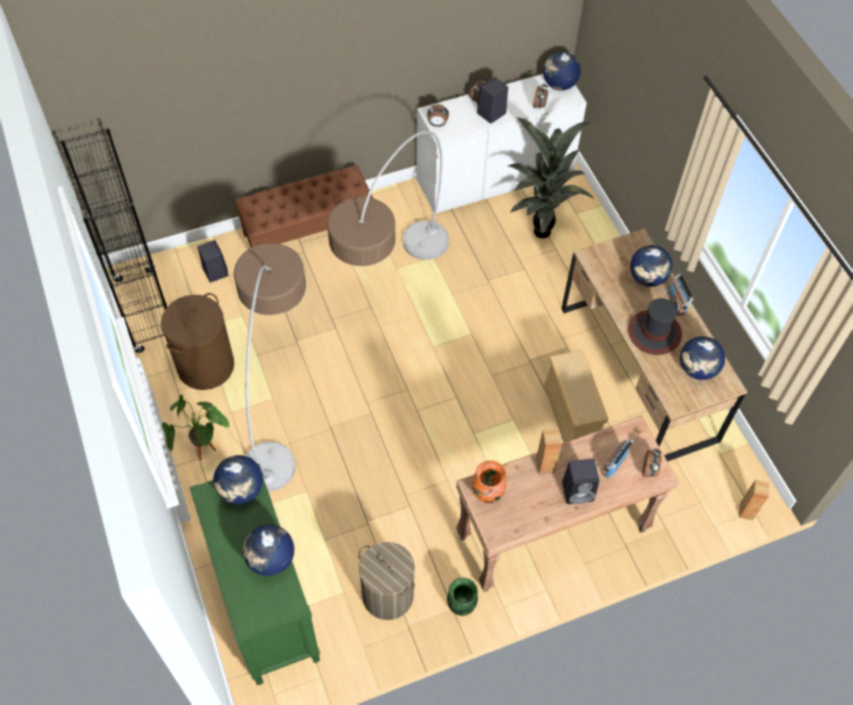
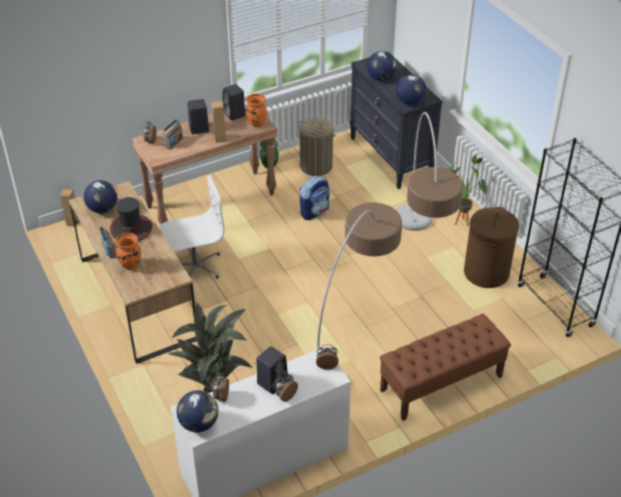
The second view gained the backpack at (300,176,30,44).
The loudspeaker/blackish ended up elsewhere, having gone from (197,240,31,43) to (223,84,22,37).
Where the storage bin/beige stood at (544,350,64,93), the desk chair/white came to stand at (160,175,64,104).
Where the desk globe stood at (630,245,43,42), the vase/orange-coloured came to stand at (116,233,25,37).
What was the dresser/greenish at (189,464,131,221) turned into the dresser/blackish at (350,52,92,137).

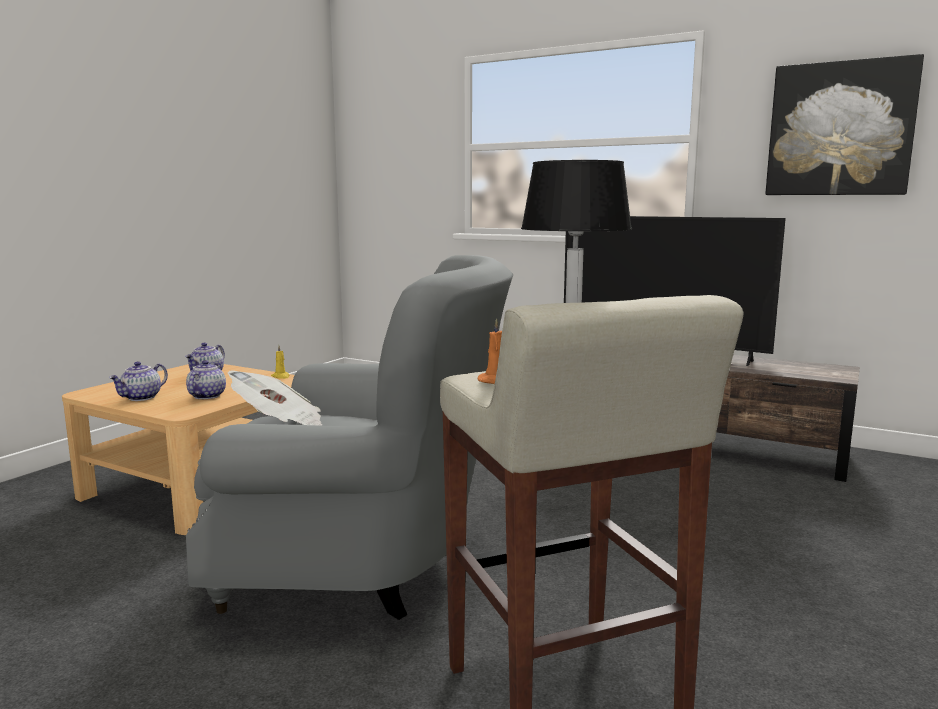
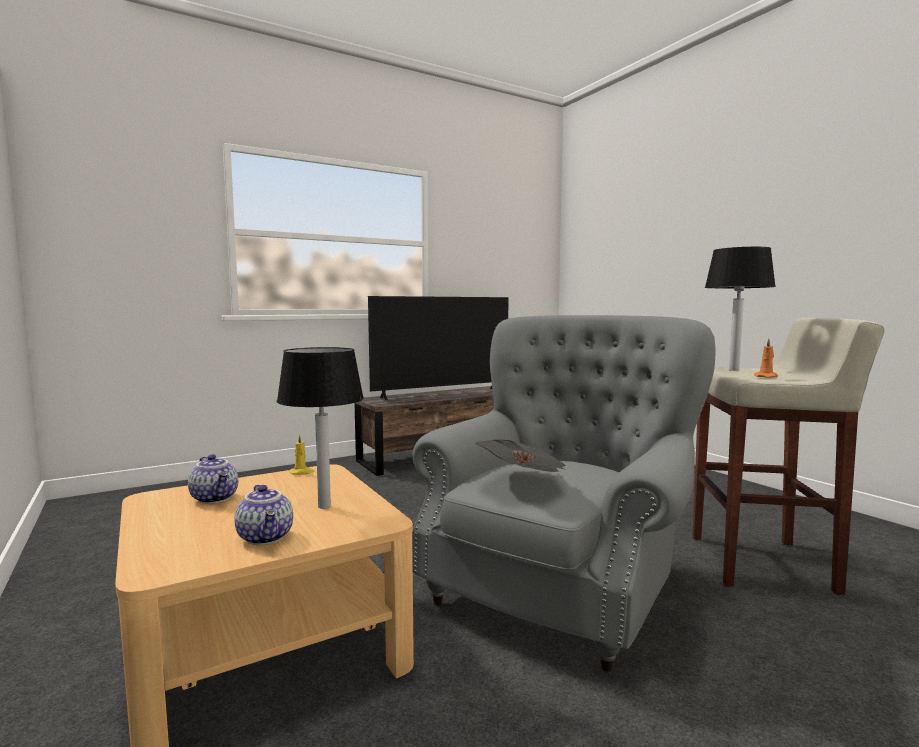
The second view lost the wall picture at (765,54,159,141).
Where the pot for tea stood at (186,360,40,39), the tabletop lamp came to stand at (277,347,87,162).

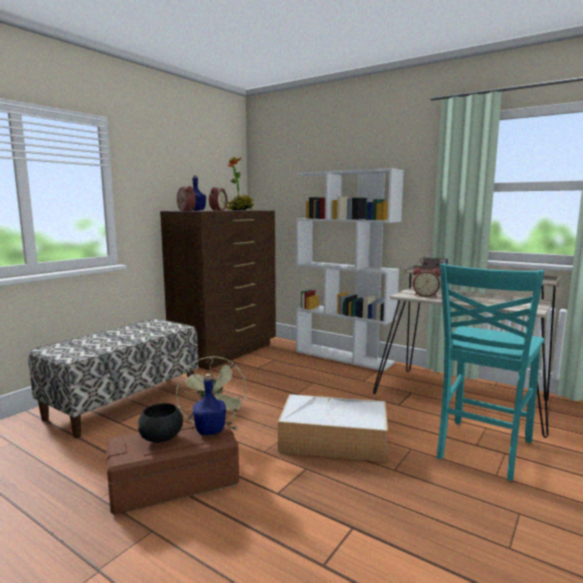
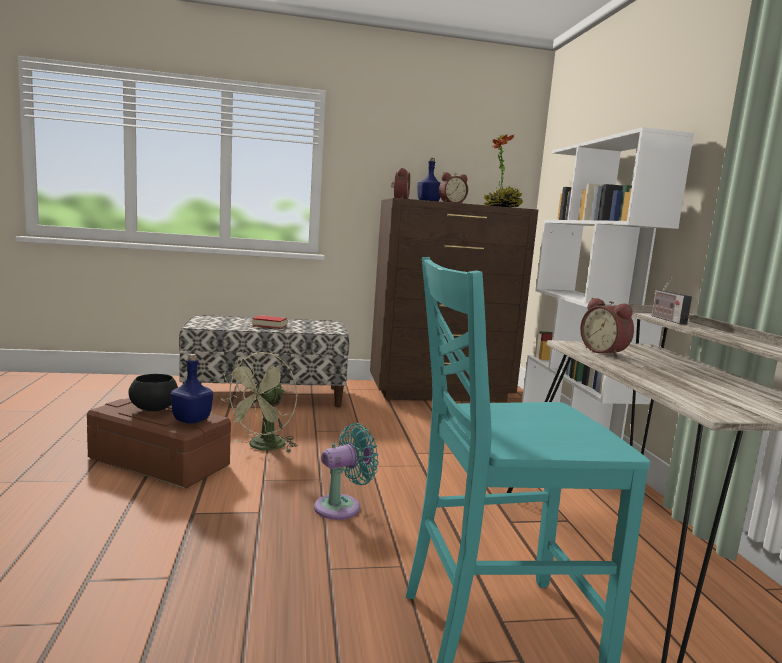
The second view gained the book at (252,315,35,14).
Where the storage bin stood at (278,394,110,68), the cooling fan/blue-green came to stand at (314,423,65,97).

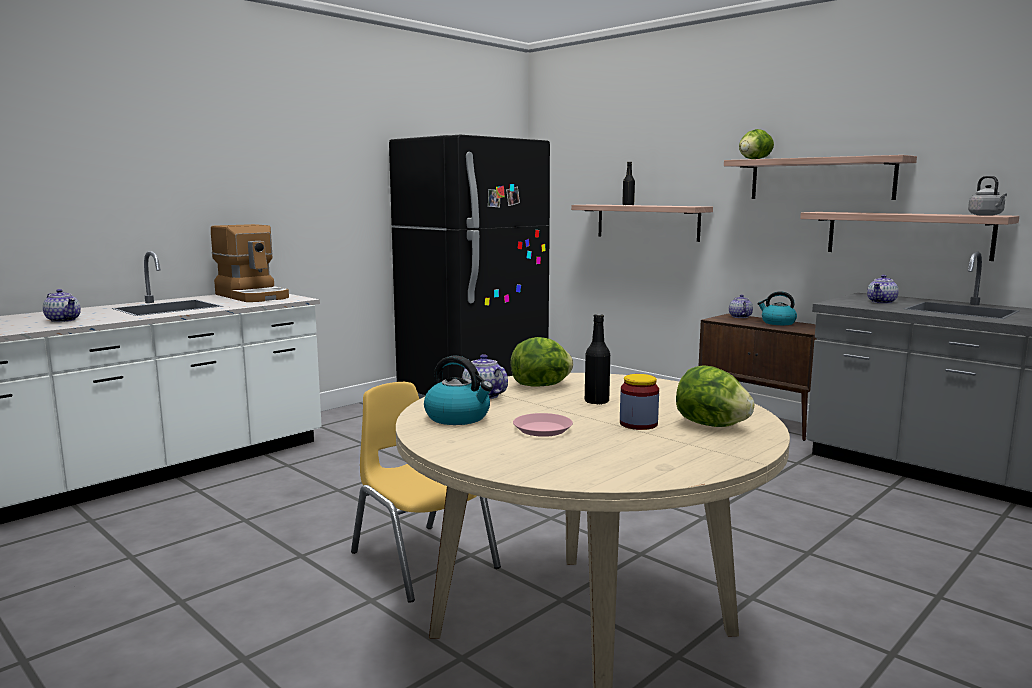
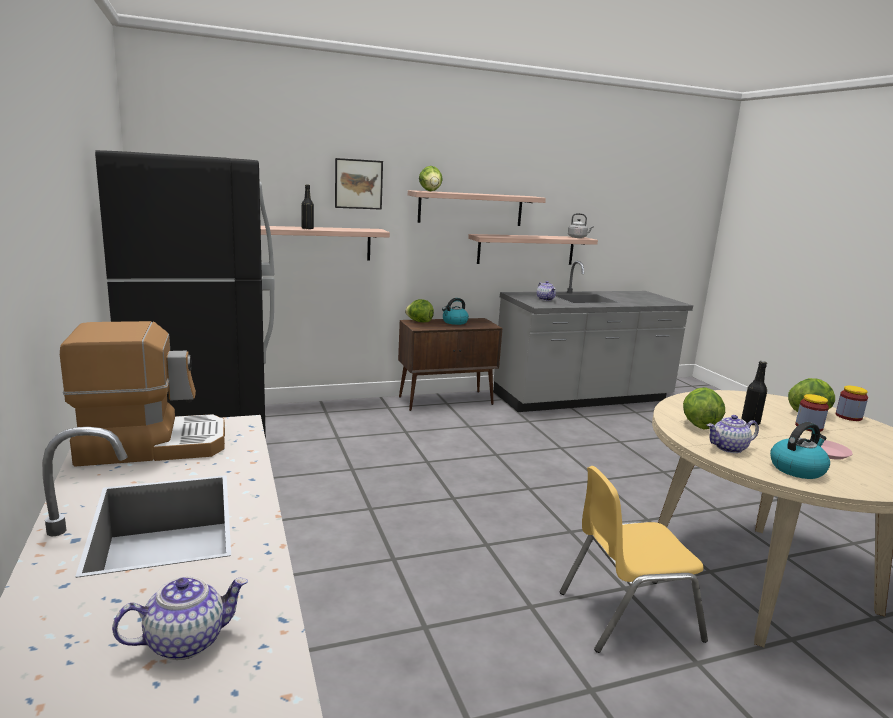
The second view gained the wall picture at (335,158,48,52).
The second view gained the storage jar at (835,386,33,35).
Where the pot for tea stood at (729,294,24,24), the lettuce came to stand at (405,299,29,23).

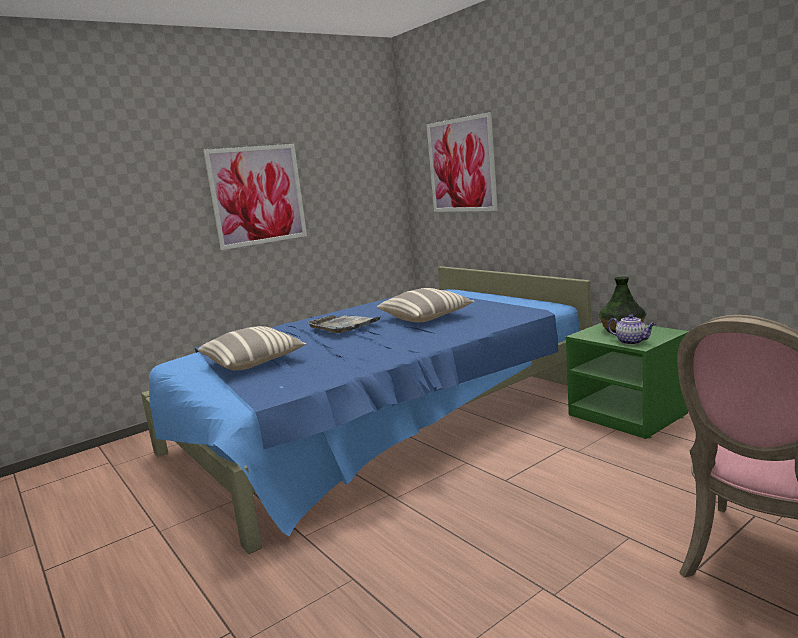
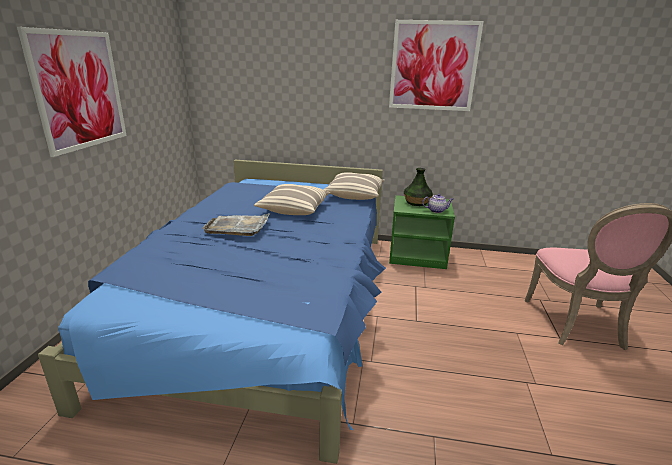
The pillow ended up elsewhere, having gone from (198,326,109,44) to (323,172,61,28).
The wall picture ended up elsewhere, having gone from (426,112,72,100) to (389,20,95,91).

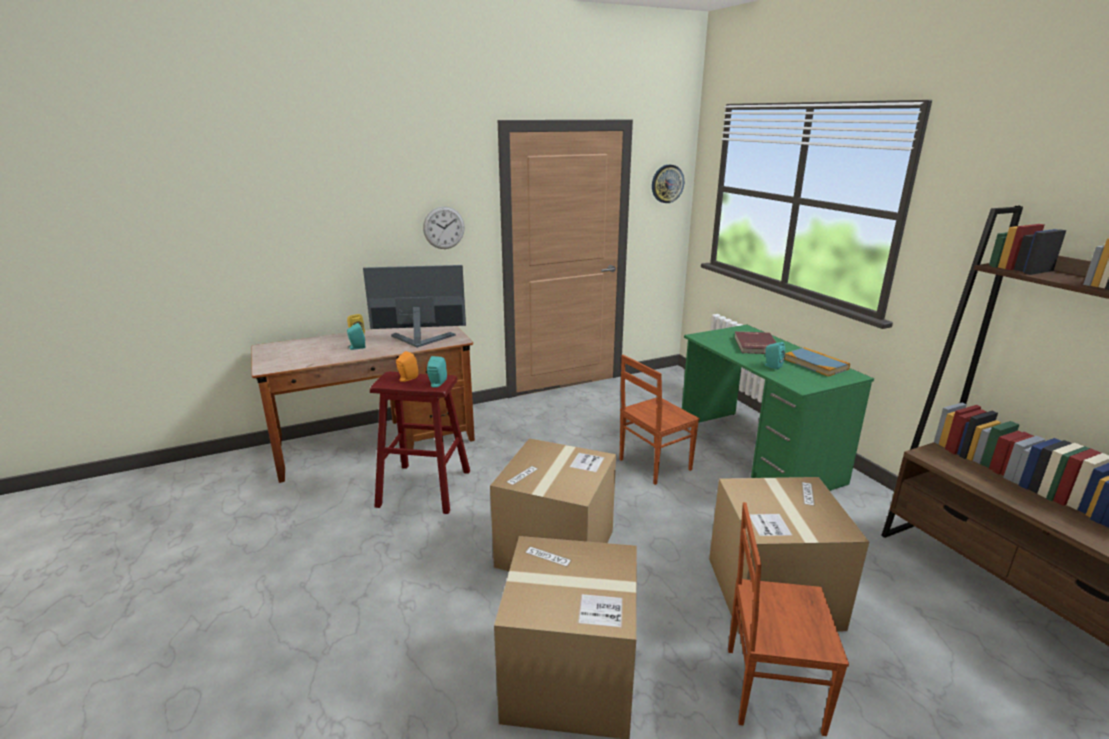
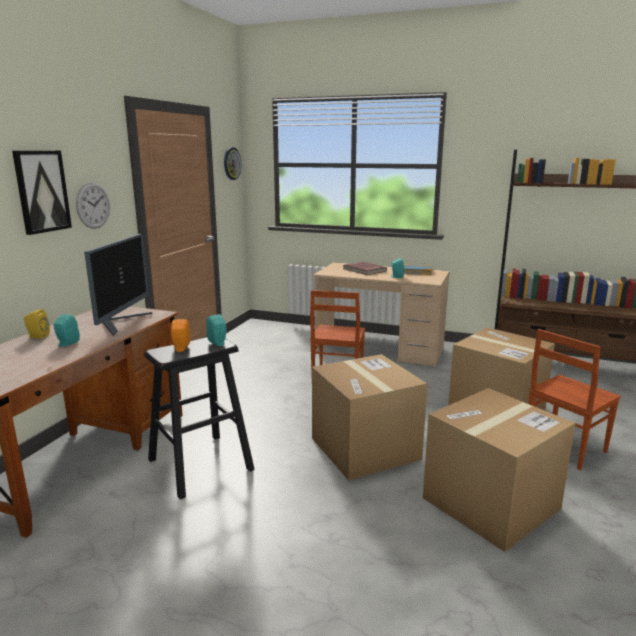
The second view gained the wall picture at (12,151,60,84).
What was the sitting stool/red-coloured at (370,372,100,142) turned into the sitting stool/blackish at (144,337,111,162).
What was the desk/greenish at (682,325,192,166) turned into the desk/beige at (313,262,137,106).
The computer display at (363,265,103,83) ended up facing another way, 150 degrees clockwise from before.

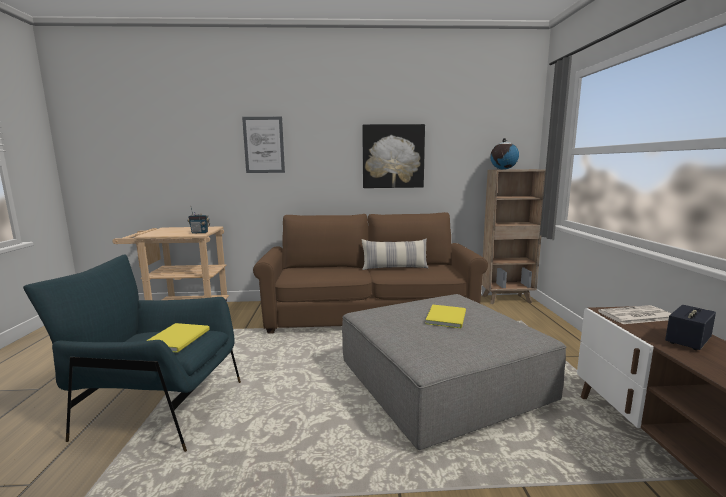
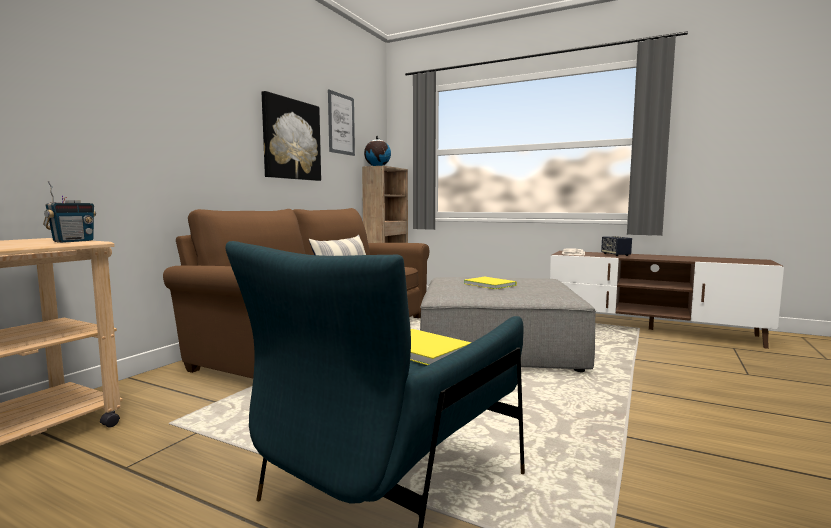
The wall picture ended up elsewhere, having gone from (242,117,43,56) to (328,90,27,66).

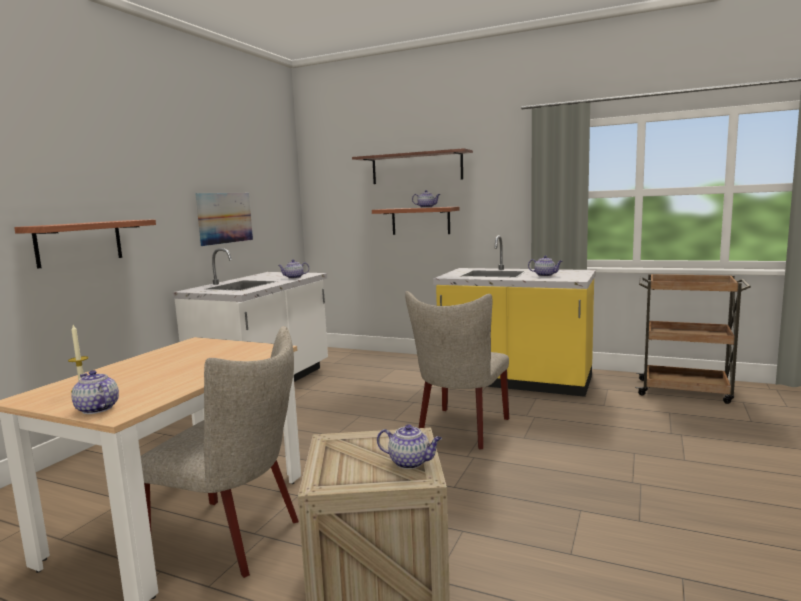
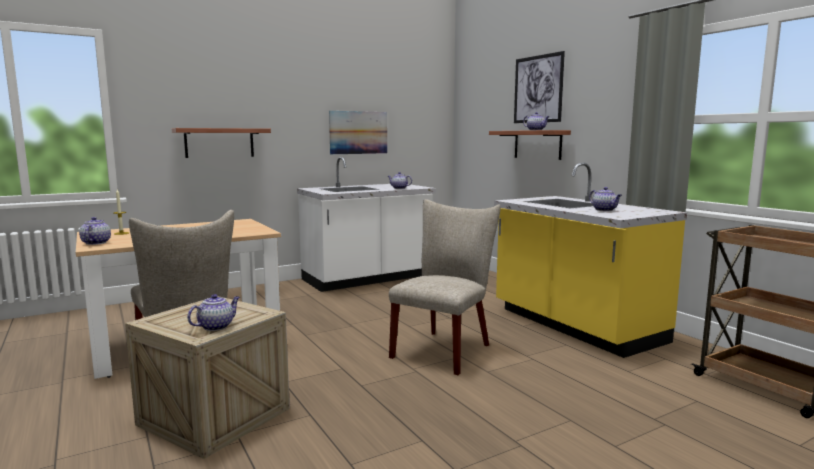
Where the bracket shelf hung at (352,148,121,36), the wall picture came to hang at (514,51,51,72).
The pot for tea at (377,424,65,45) ended up facing another way, 105 degrees counterclockwise from before.
The chair/beige at (405,291,104,159) ended up facing another way, 150 degrees clockwise from before.

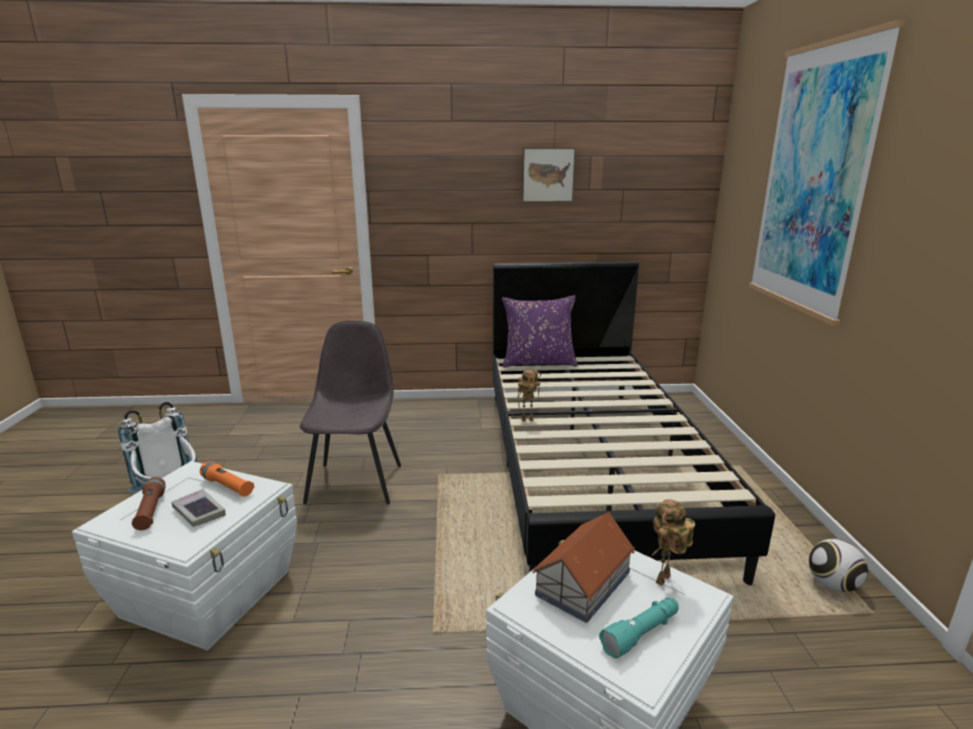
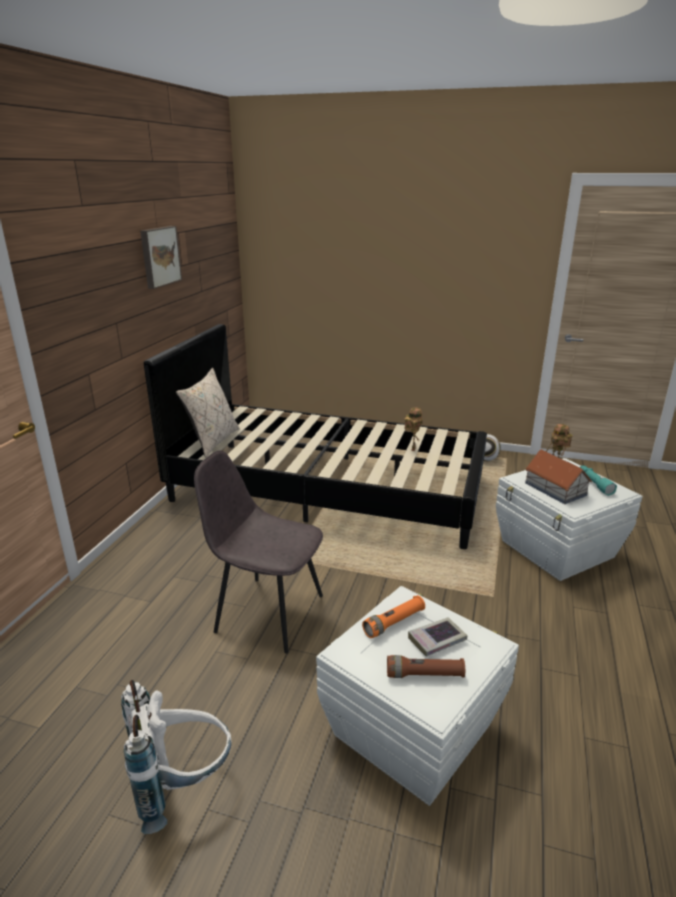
The second view lost the wall picture at (749,20,156,306).
The model robot ended up elsewhere, having gone from (518,369,23,53) to (404,407,19,44).
What was the pillow/purple at (502,295,76,72) turned into the pillow/beige at (176,368,64,89).

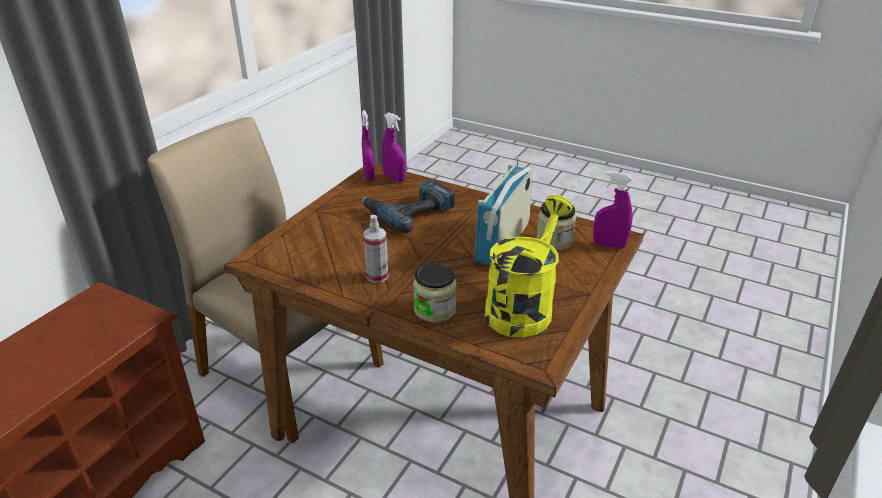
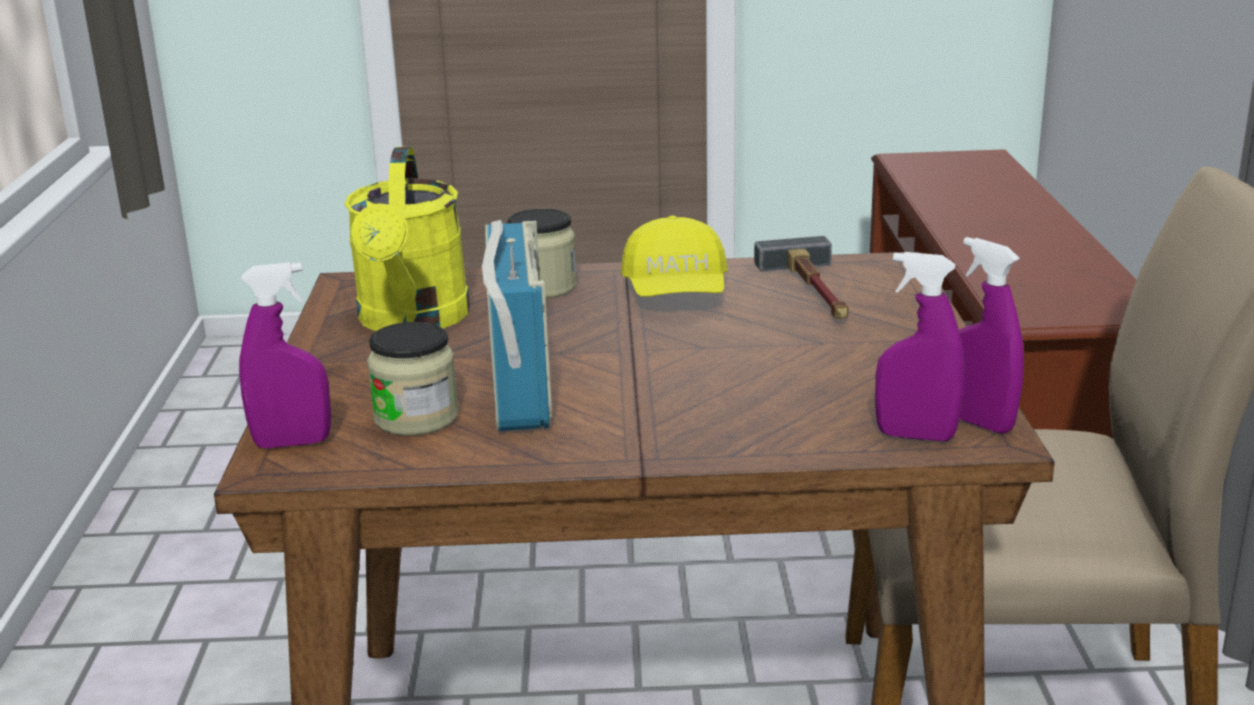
The second view lost the electric drill at (362,179,93,54).
The second view gained the hand hammer at (754,236,94,83).
Where the sprayer stood at (363,215,26,68), the peaked cap/yellow came to stand at (621,215,107,82).

